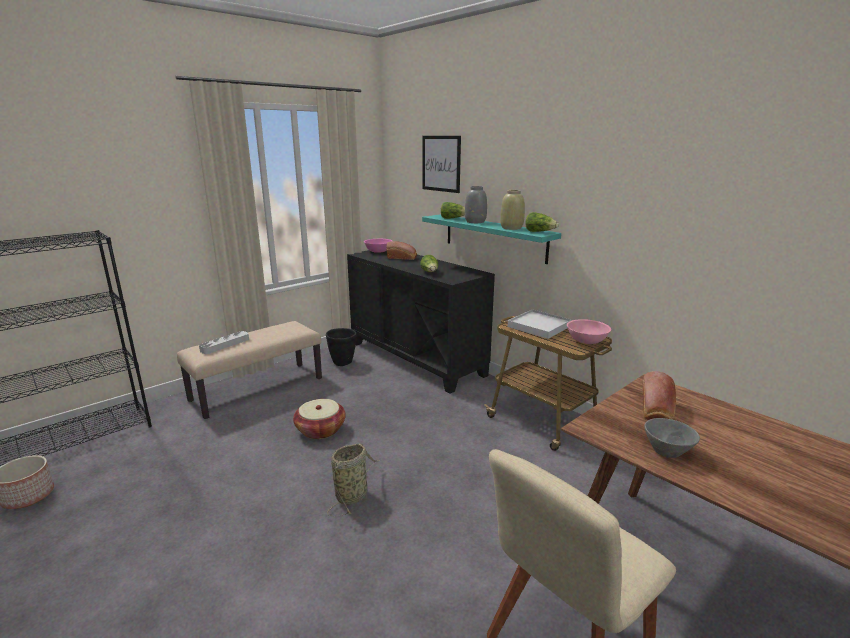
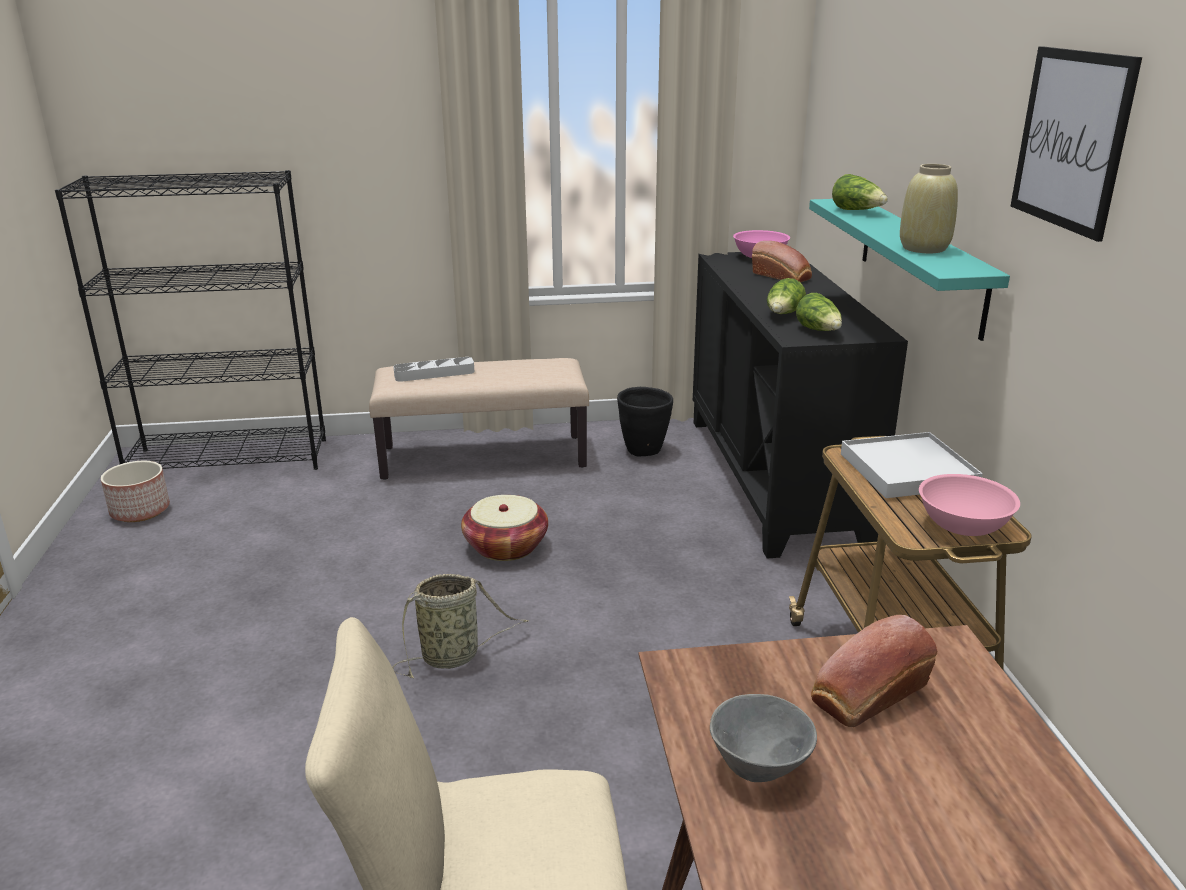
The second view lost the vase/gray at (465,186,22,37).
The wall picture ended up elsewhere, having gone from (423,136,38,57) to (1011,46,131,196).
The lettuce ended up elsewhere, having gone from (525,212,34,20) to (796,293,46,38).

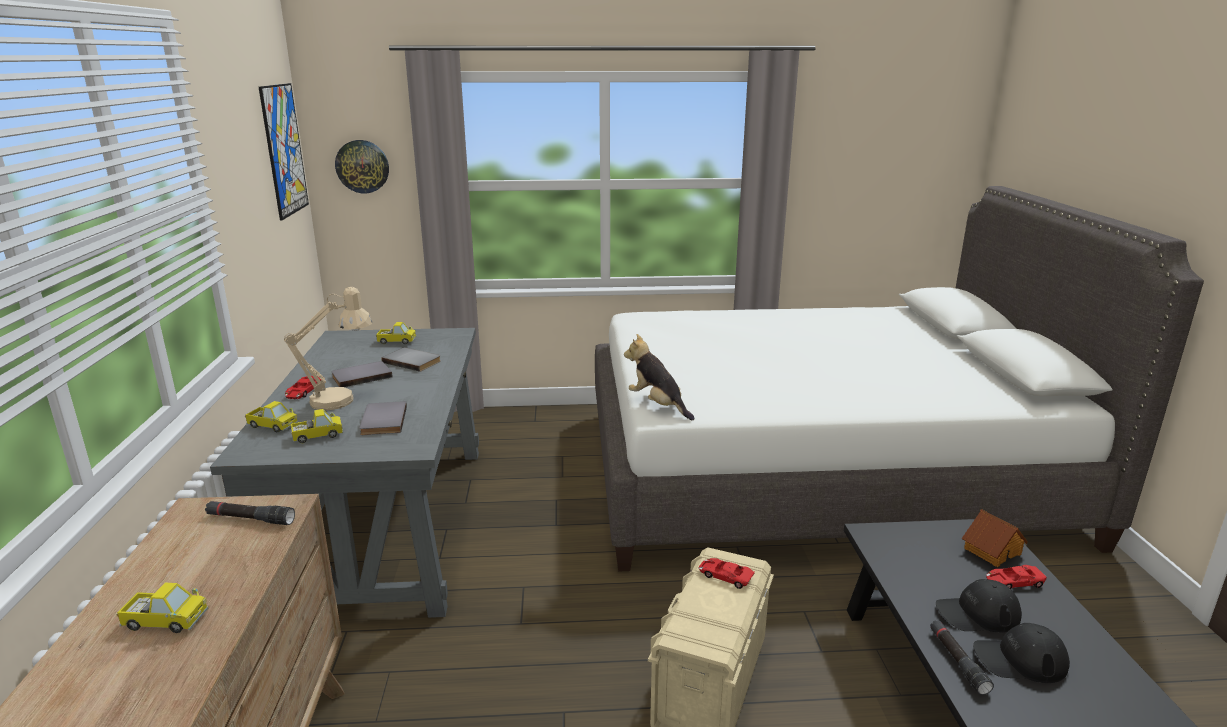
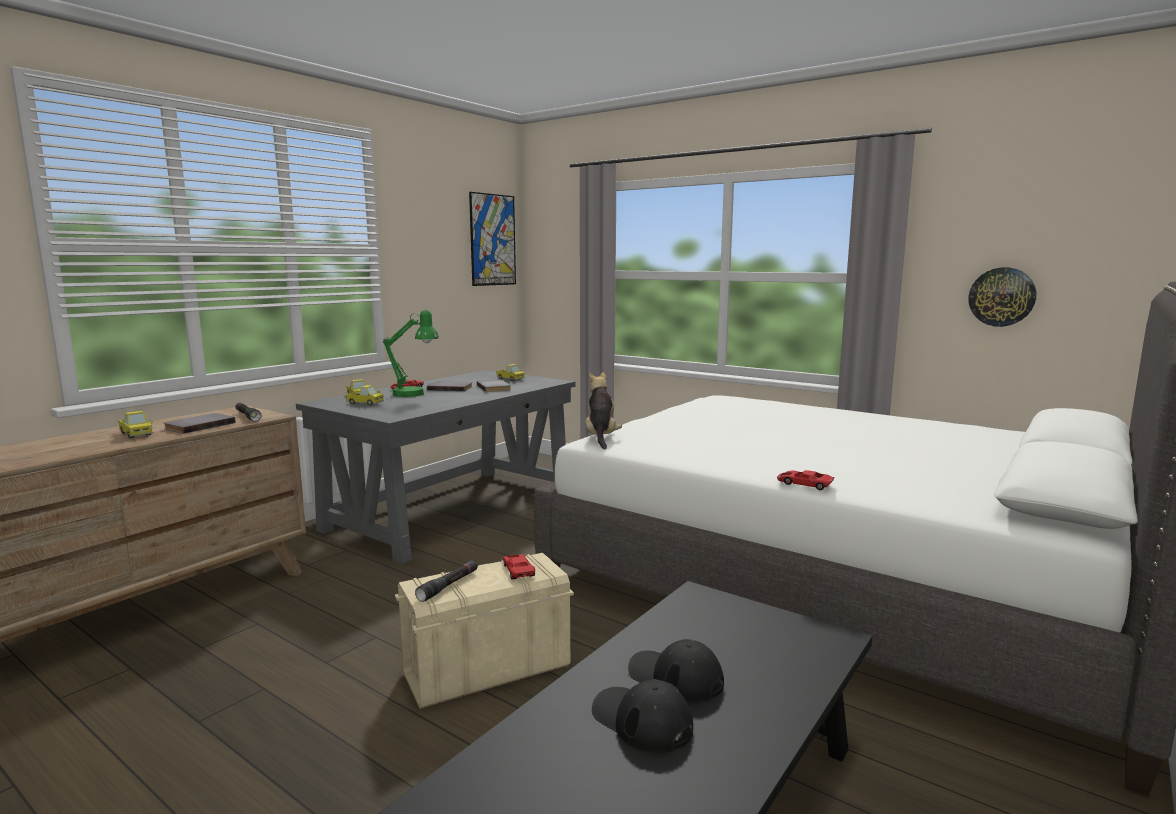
The second view lost the model house at (962,509,66,58).
The hanging clock ended up elsewhere, having gone from (335,140,54,53) to (968,267,68,60).
The book/gray ended up elsewhere, having gone from (359,401,48,34) to (164,413,72,21).
The torch/blackish ended up elsewhere, having gone from (930,620,64,75) to (415,560,63,42).
The toy car/red-coloured ended up elsewhere, having gone from (986,565,61,24) to (777,470,57,20).
What was the tabletop lamp/beige at (284,287,88,123) turned into the tabletop lamp/greenish at (383,310,56,87).

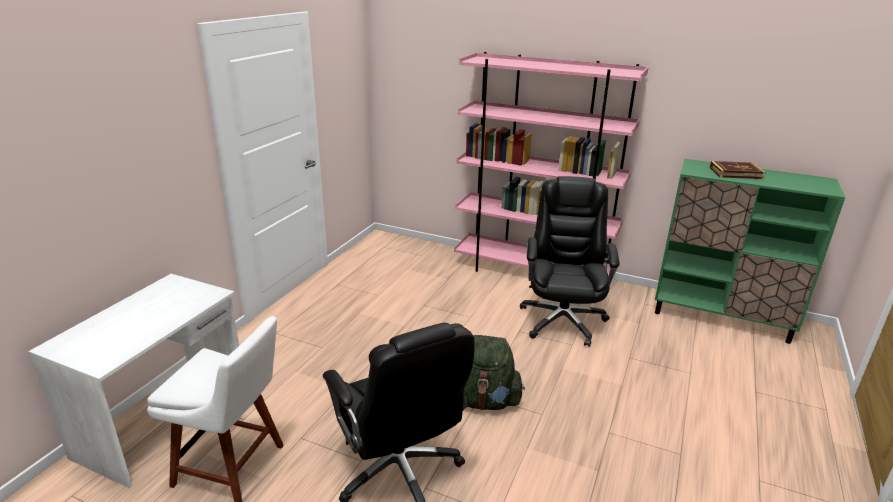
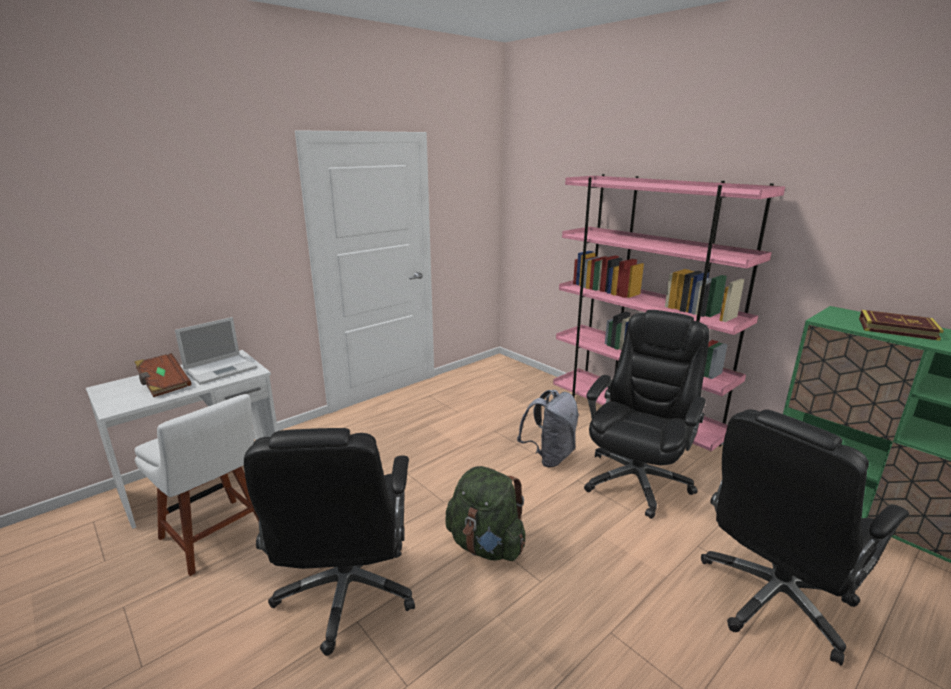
The second view gained the book/brown at (134,353,57,44).
The second view gained the notebook computer at (175,317,82,68).
The second view gained the backpack/gray at (517,390,62,77).
The second view gained the desk chair/blackish at (701,409,208,256).

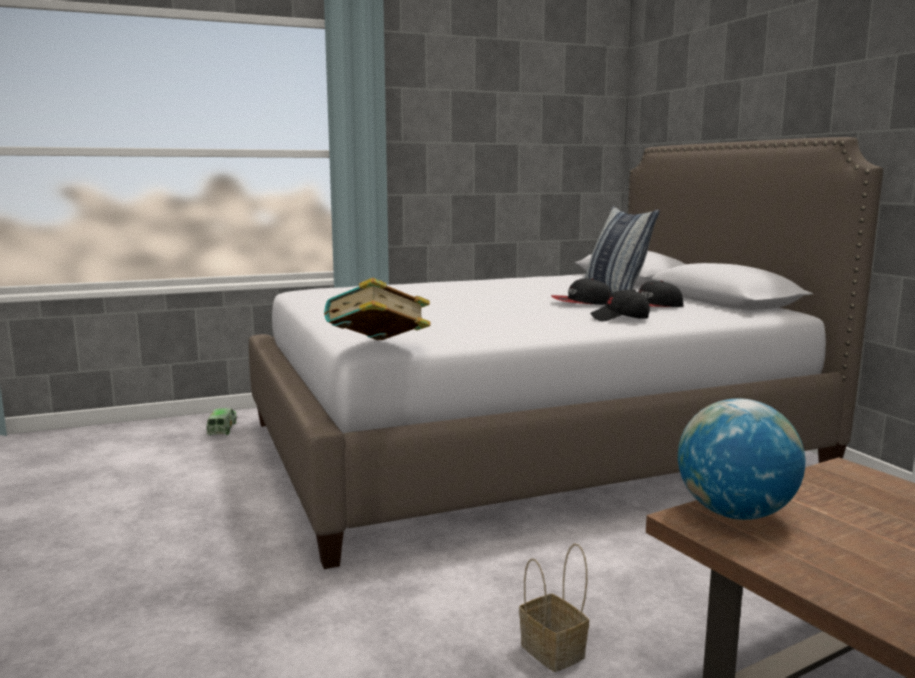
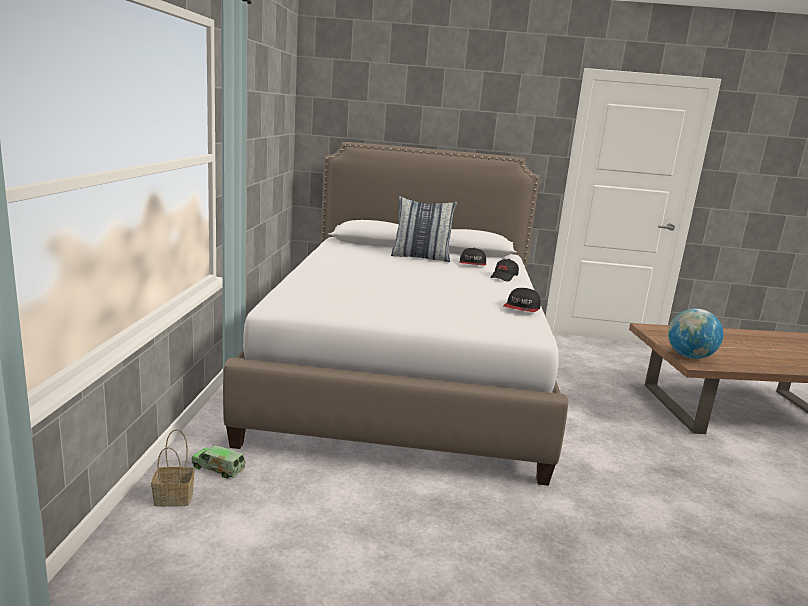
The second view lost the book at (324,278,107,62).
The household basket ended up elsewhere, having gone from (519,543,70,129) to (151,429,44,78).
The peaked cap ended up elsewhere, having gone from (551,278,61,27) to (503,288,38,24).

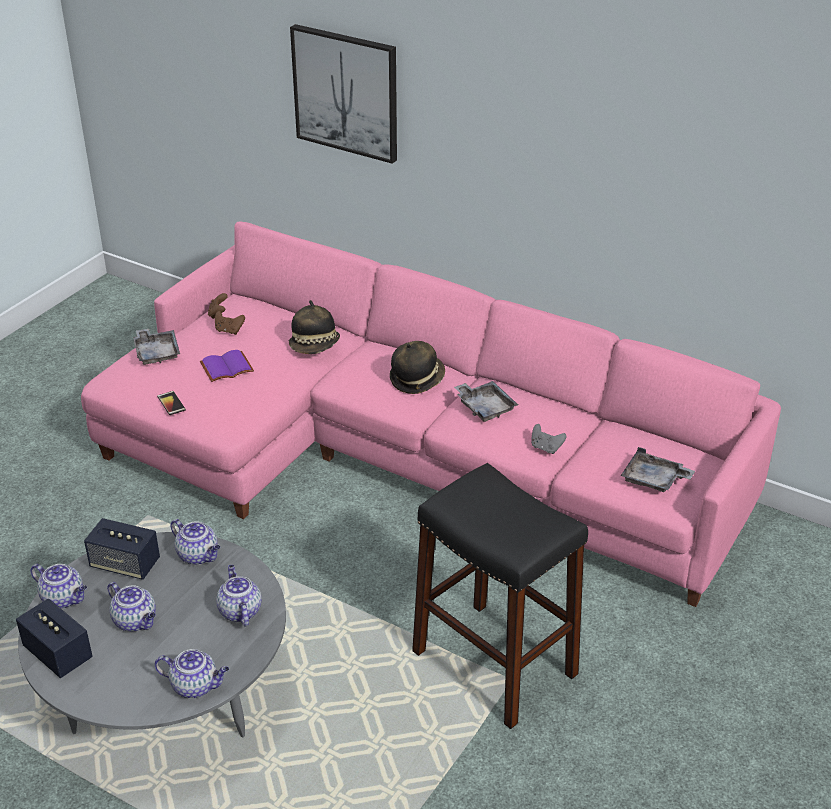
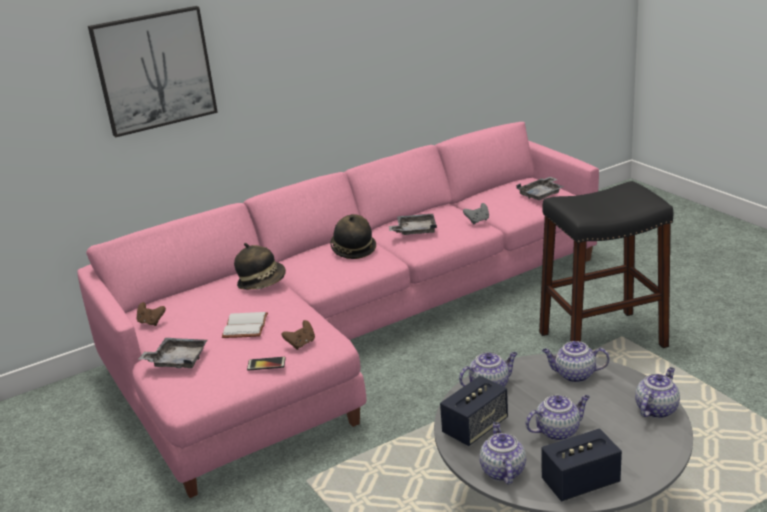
The joypad/brown ended up elsewhere, having gone from (215,311,30,24) to (282,320,33,30).
What was the book/purple at (200,350,54,32) turned into the book/white at (222,312,46,26).
The pot for tea at (31,564,56,45) ended up facing another way, 60 degrees counterclockwise from before.

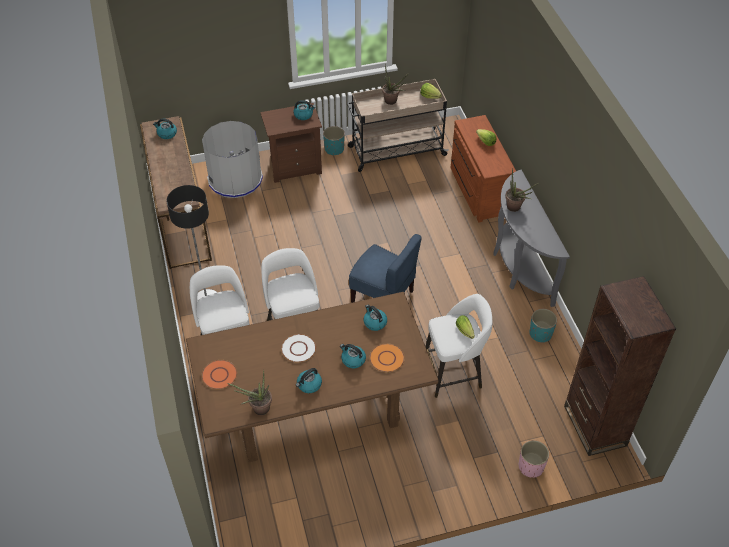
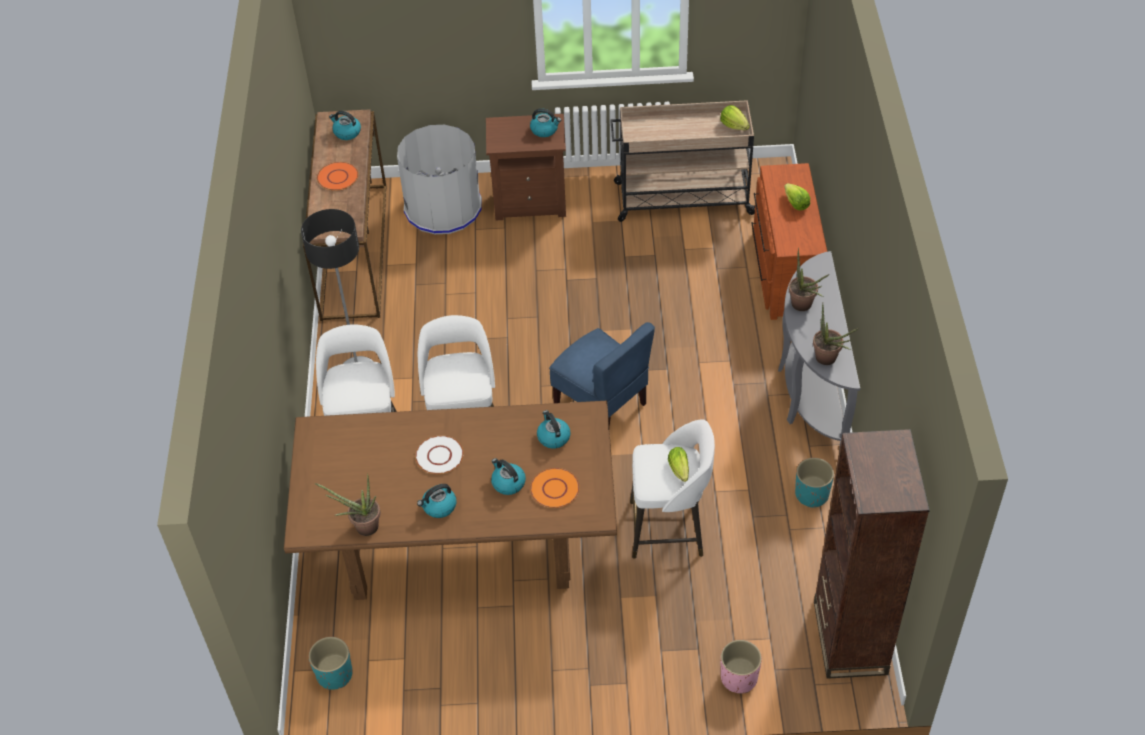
The flat dish/orange-coloured ended up elsewhere, having gone from (201,360,36,29) to (317,162,41,29).
The planter/blue-green ended up elsewhere, having gone from (323,126,22,29) to (309,637,44,53).
The houseplant ended up elsewhere, having gone from (382,63,27,42) to (813,302,46,63).

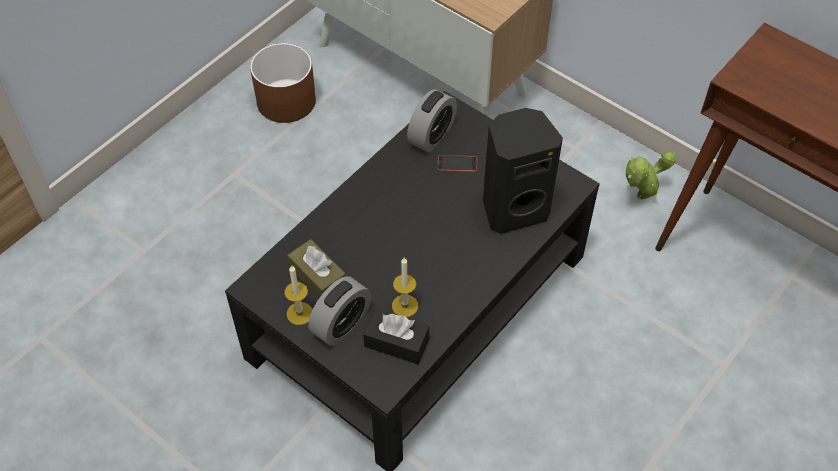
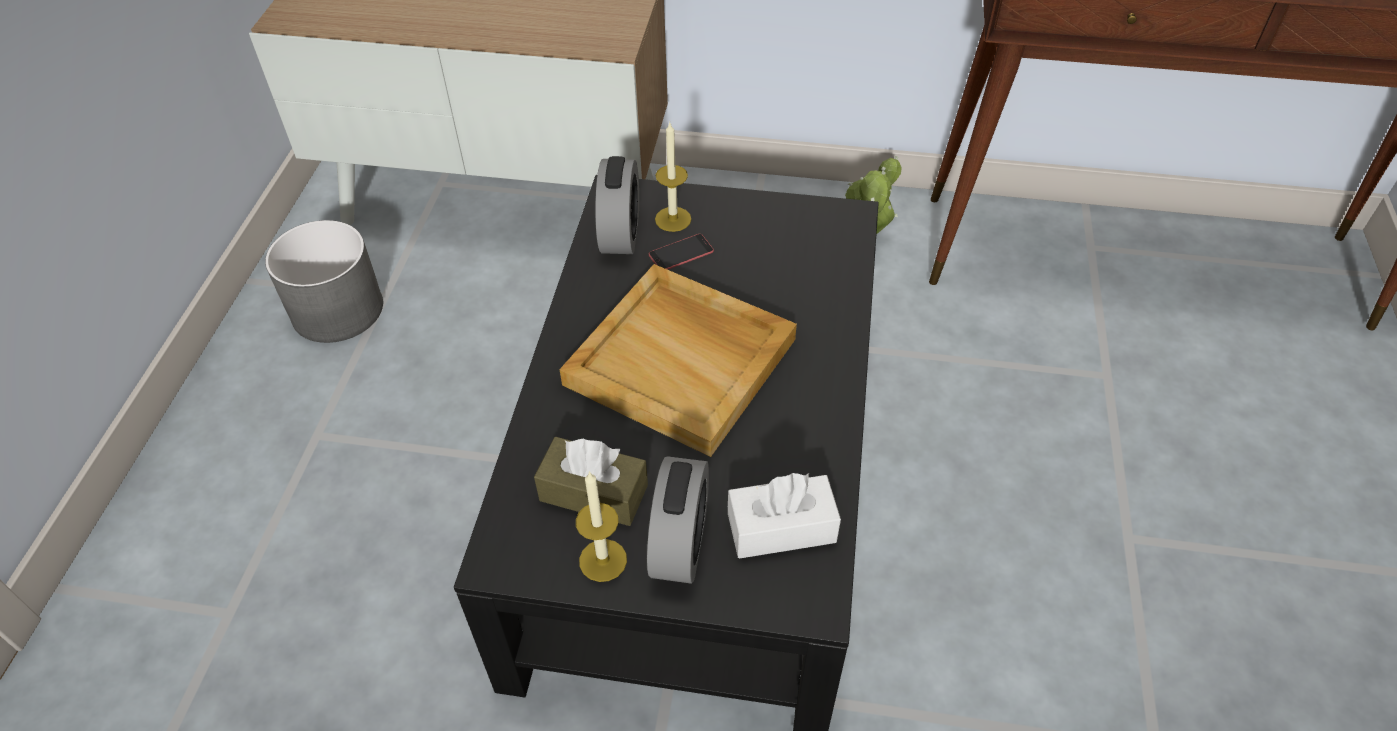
The second view lost the loudspeaker/blackish at (483,108,80,126).
The second view gained the serving tray/beige at (559,264,238,193).
The candle ended up elsewhere, having gone from (392,258,26,59) to (655,123,36,109).
What was the planter/brown at (250,43,66,80) turned into the planter/gray at (265,220,118,123).
What was the box of tissues/blackish at (363,309,66,55) turned into the box of tissues/white at (728,473,113,86).

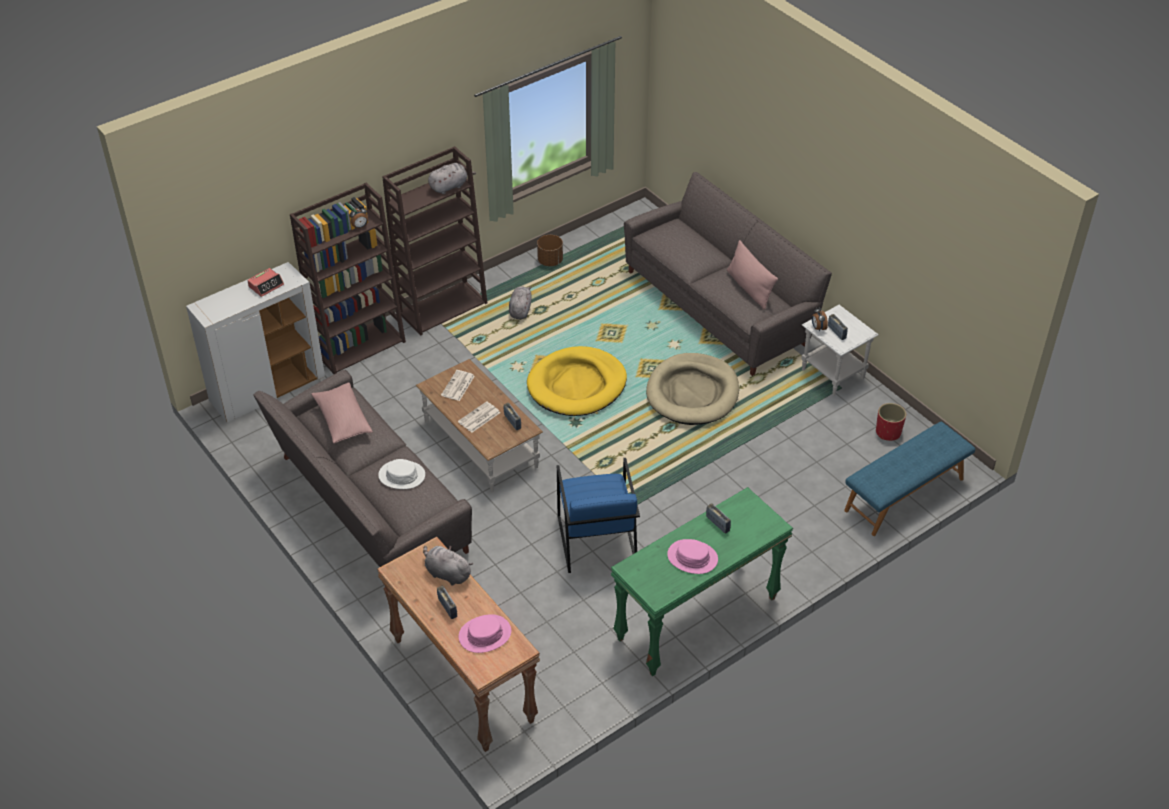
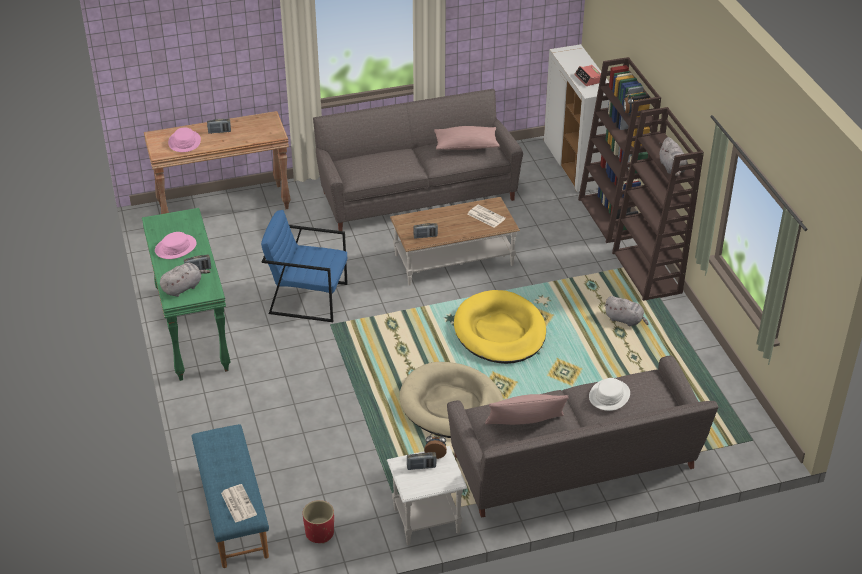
The second view lost the planter/brown at (537,235,26,31).
The clothing hat/white ended up elsewhere, having gone from (378,459,47,30) to (589,378,41,33).
The cuddly toy/gray ended up elsewhere, having gone from (423,546,50,40) to (160,263,50,34).
The newspaper ended up elsewhere, having gone from (458,401,42,31) to (221,484,36,39).

